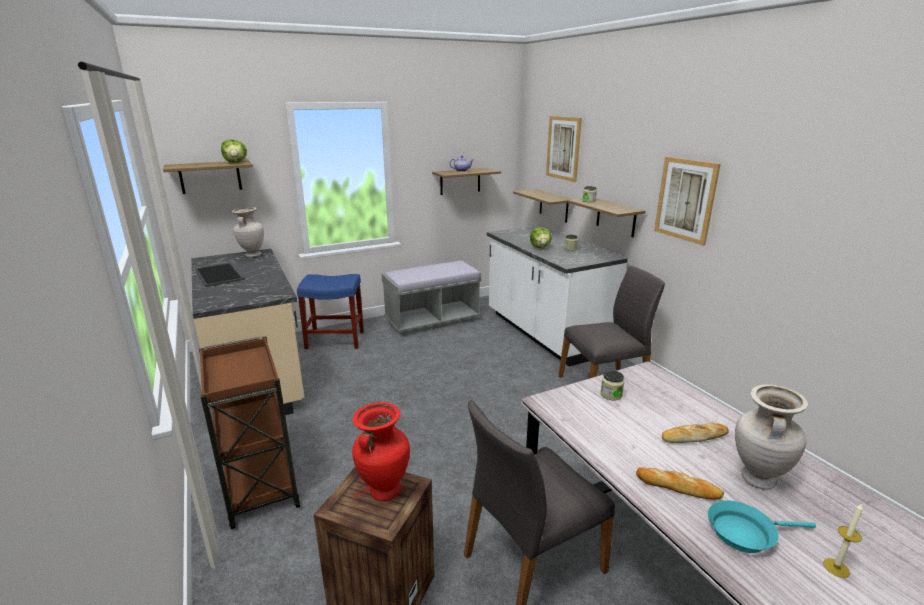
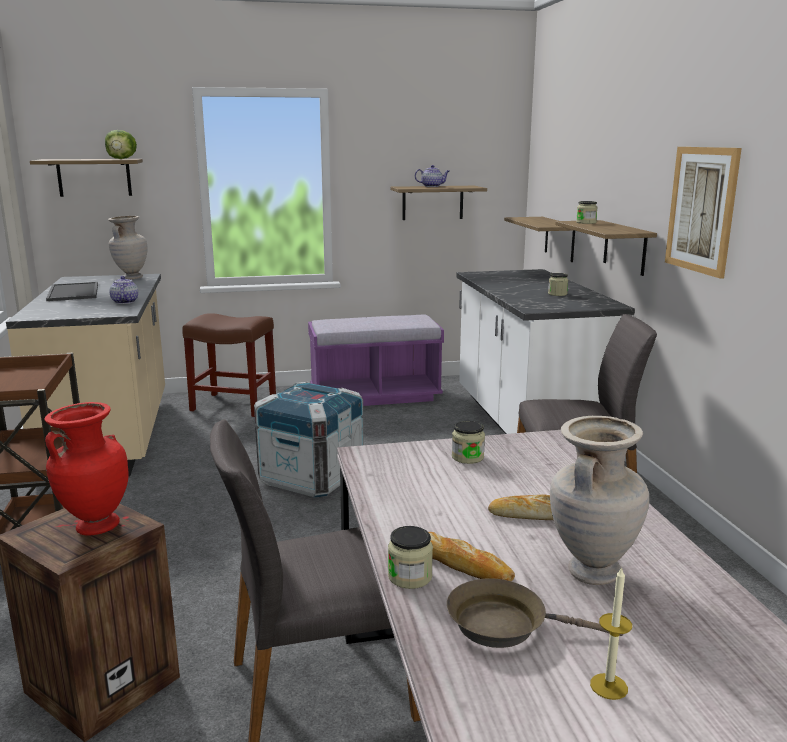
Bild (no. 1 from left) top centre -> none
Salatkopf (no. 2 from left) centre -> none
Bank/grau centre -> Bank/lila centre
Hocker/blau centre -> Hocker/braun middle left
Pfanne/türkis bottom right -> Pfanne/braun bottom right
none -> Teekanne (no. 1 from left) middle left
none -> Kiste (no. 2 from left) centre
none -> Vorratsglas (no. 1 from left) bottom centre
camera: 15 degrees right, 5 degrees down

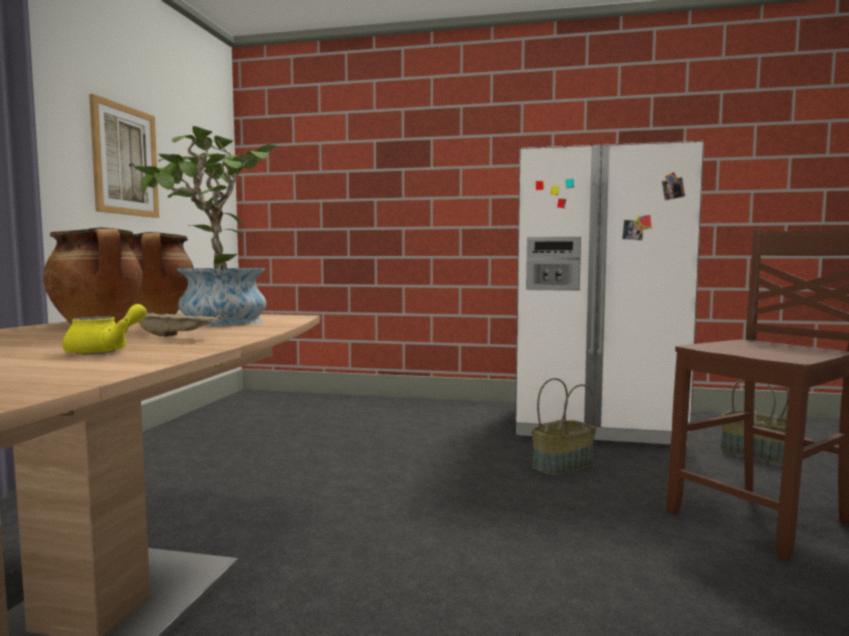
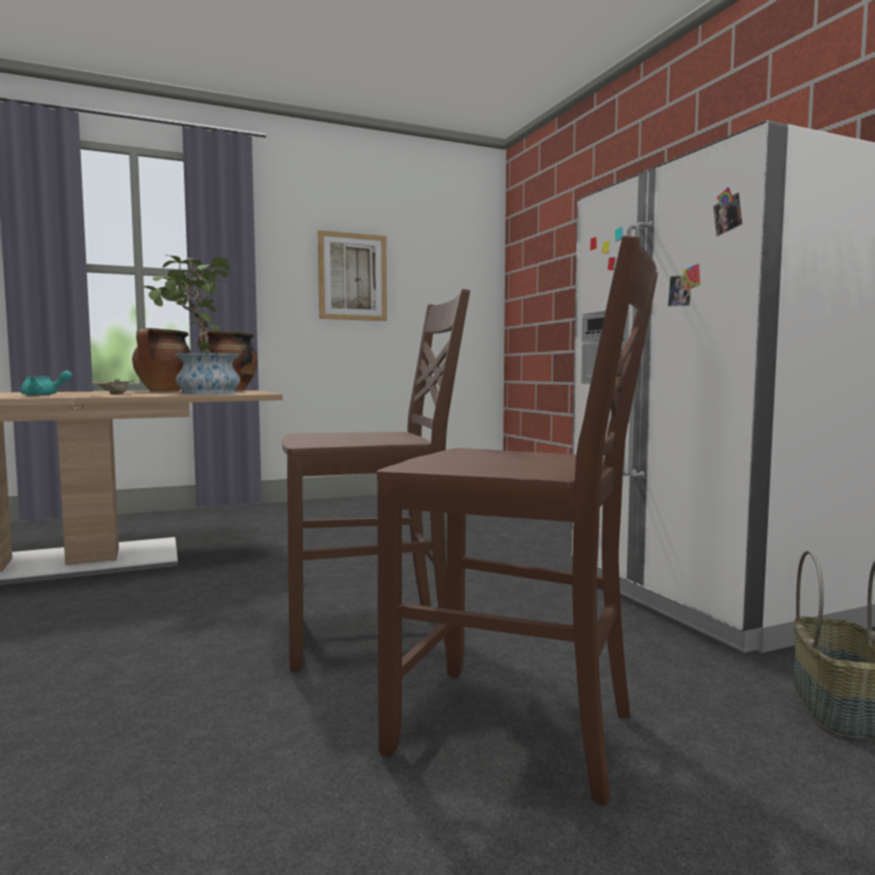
Teekanne/gelb middle left -> Teekanne/türkis middle left
Korb (no. 1 from left) bottom centre -> none
none -> Stuhl/braun (no. 1 from left) centre
camera: 55 degrees right, 0 degrees up

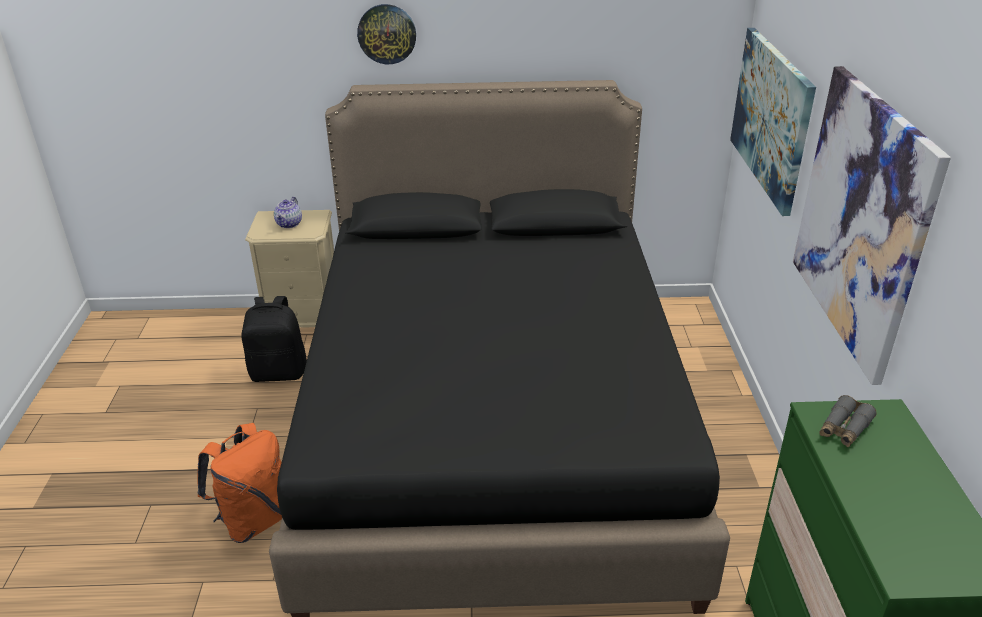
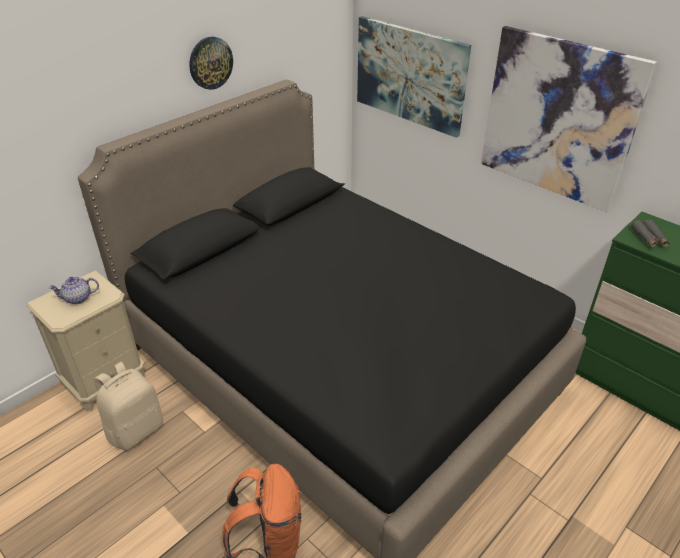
Wanduhr top centre -> Wanduhr top left, shifted
Teekanne middle left, 105 degrees clockwise
Rucksack/schwarz middle left -> Rucksack/beige bottom left
camera: 45 degrees left, 5 degrees up

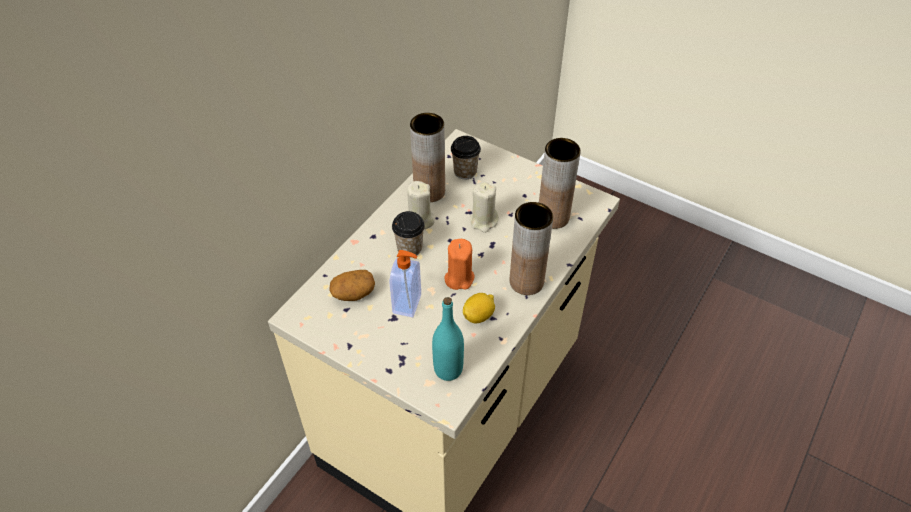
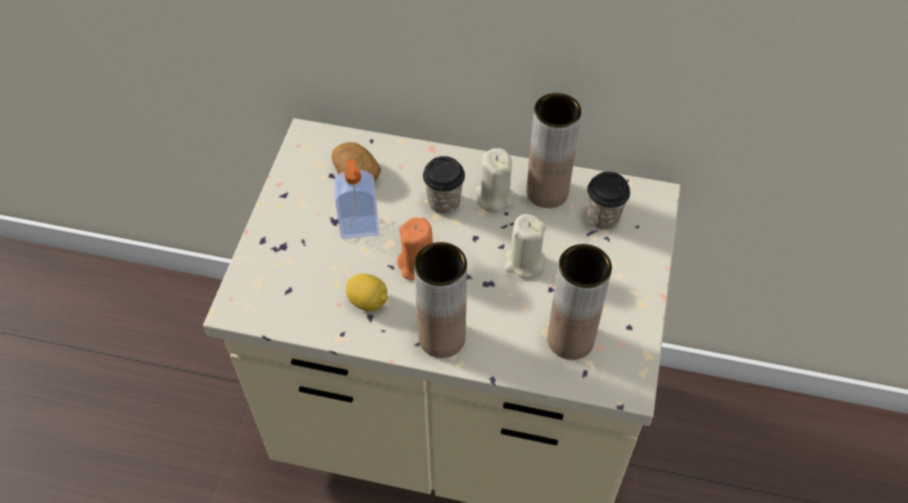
Flasche/türkis centre -> none
camera: 70 degrees right, 5 degrees up

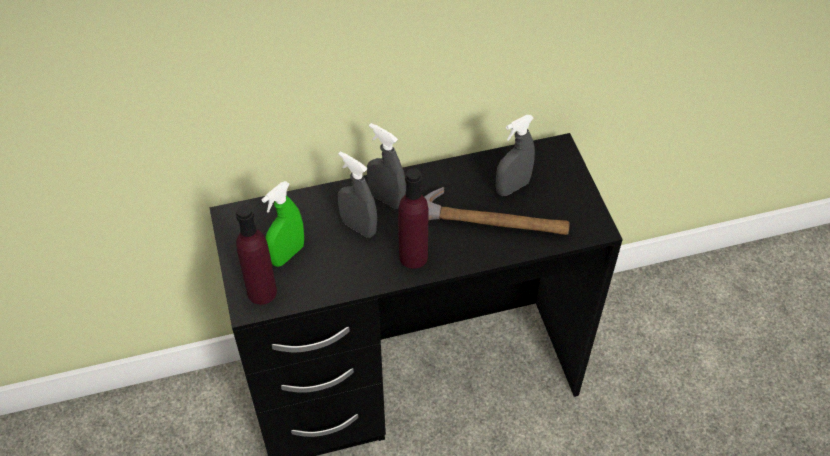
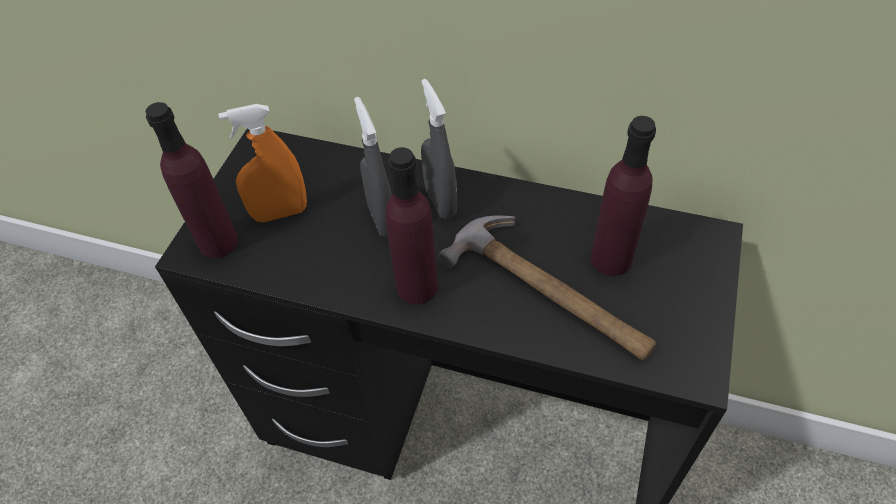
Sprühflasche/grau (no. 3 from left) centre -> Flasche/lila (no. 3 from left) middle right
Sprühflasche/grün centre -> Sprühflasche/orange top left
camera: 35 degrees right, 0 degrees up

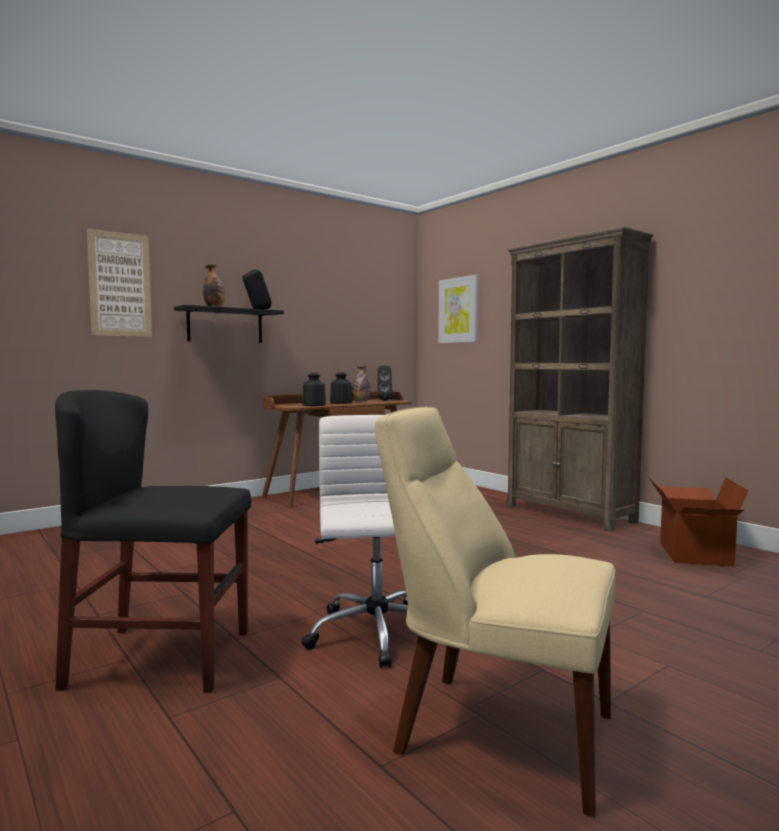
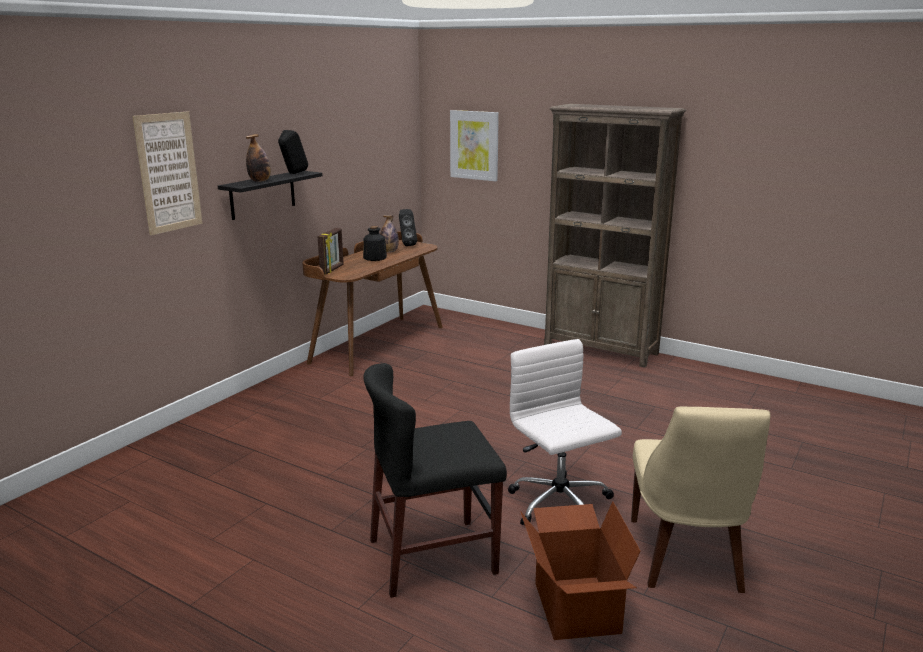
Flasche (no. 2 from left) centre -> none
Stuhl/beige bottom centre -> Stuhl/beige bottom right, 90 degrees counterclockwise
Karton middle right -> Karton bottom centre, shifted
none -> Bilderrahmen centre
camera: 20 degrees left, 15 degrees up

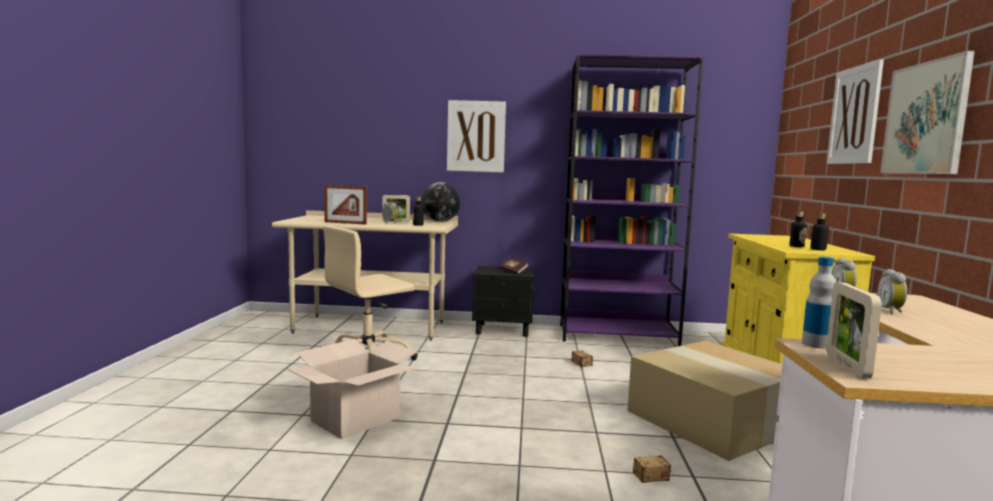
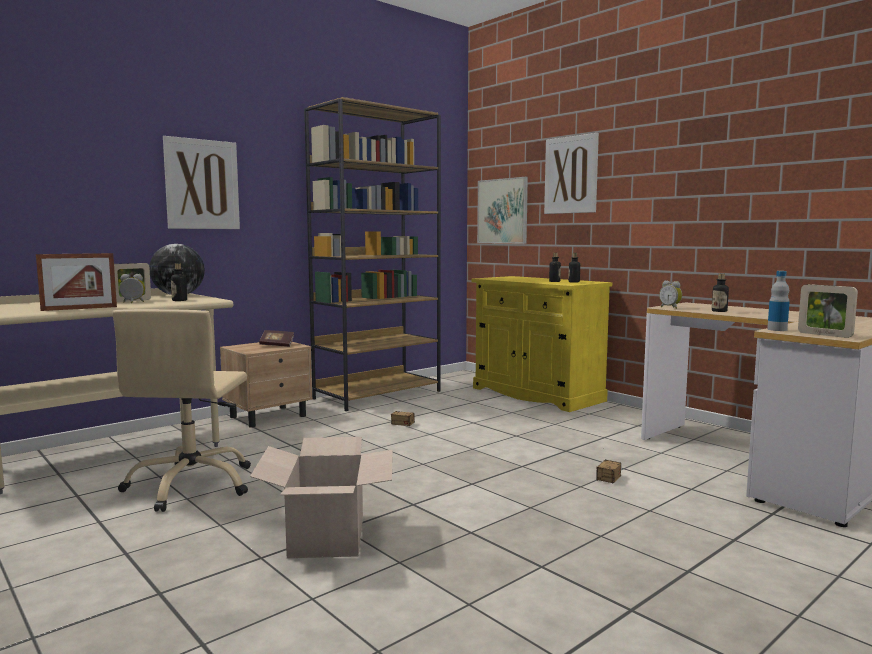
Bild (no. 3 from left in the first image) top right -> Bild (no. 2 from left) top centre, shifted
Bücherregal/lila centre -> Bücherregal/braun centre
Nachttisch/schwarz centre -> Nachttisch/beige middle left
Wecker (no. 3 from left) middle right -> Flasche (no. 4 from left) middle right
Karton (no. 2 from left) bottom right -> none
camera: 45 degrees left, 0 degrees up

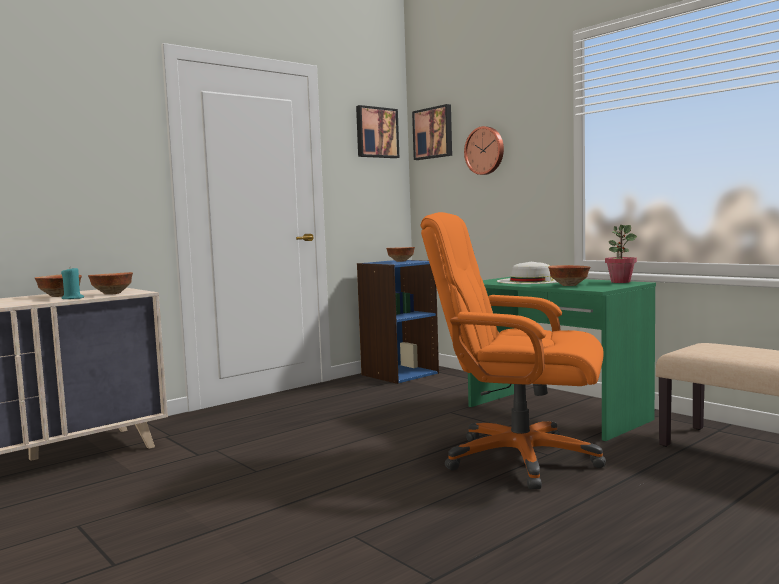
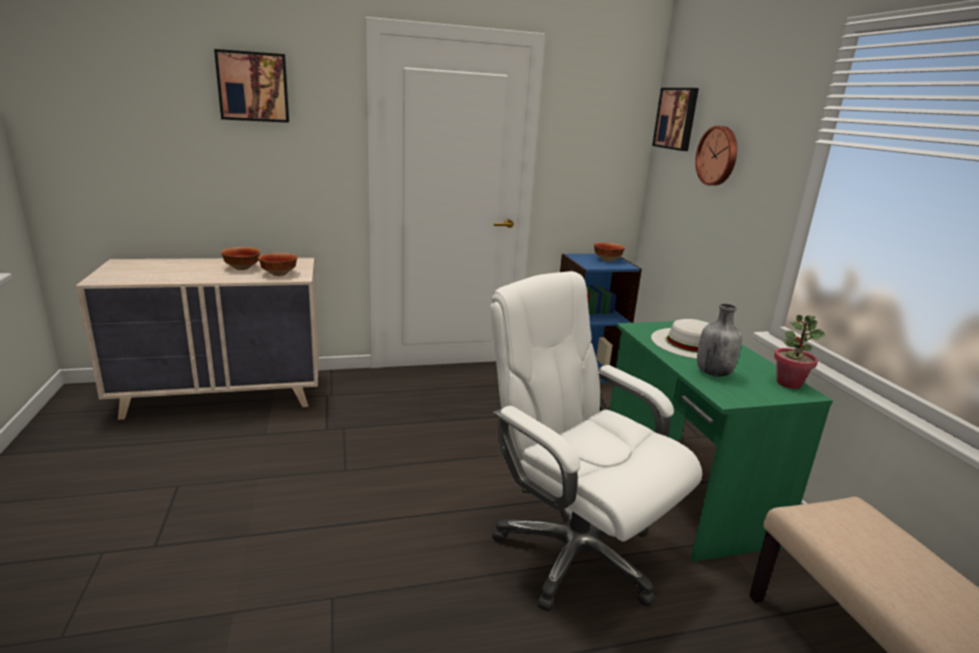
Bild (no. 1 from left) top centre -> Bild (no. 1 from left) top left, shifted
Bürostuhl/orange centre -> Bürostuhl/weiß bottom centre
Schüssel (no. 4 from left) middle right -> Flasche/grau middle right
Kerze/türkis middle left -> none
camera: 25 degrees right, 15 degrees up

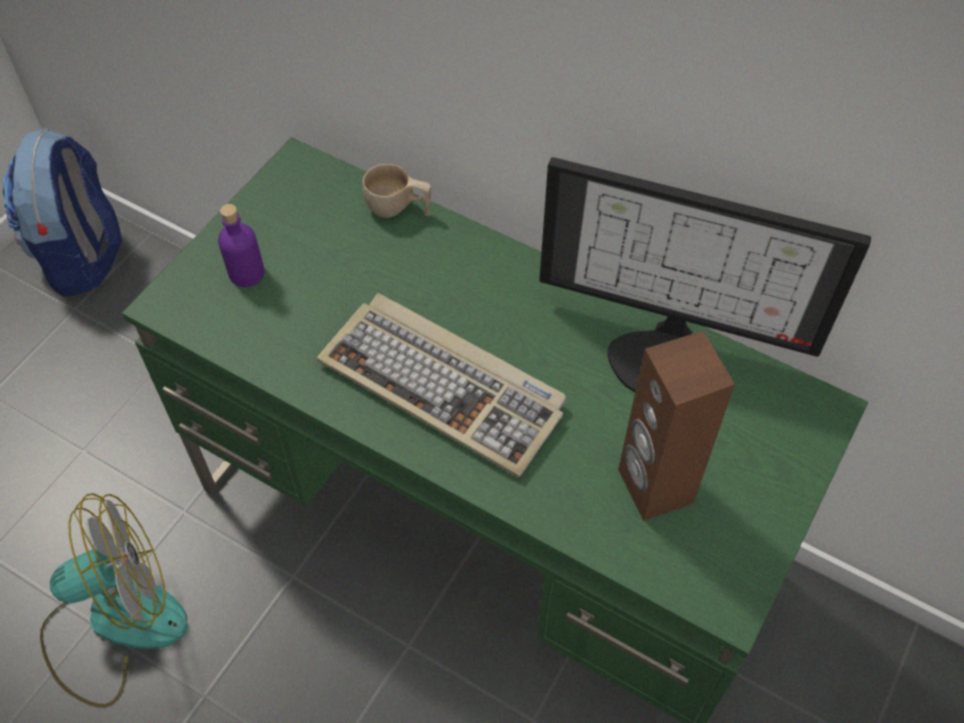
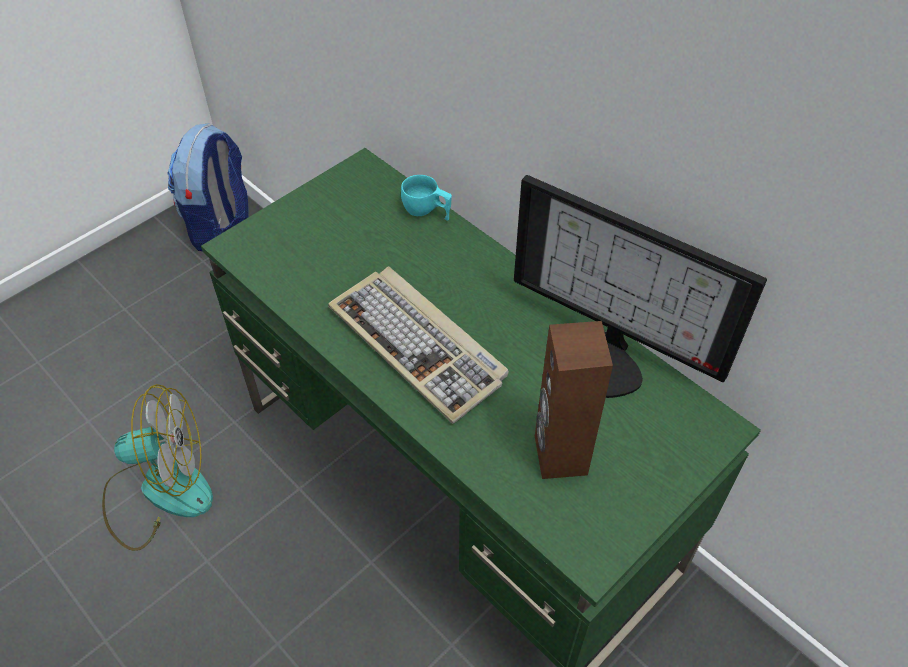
Tasse/beige top centre -> Tasse/türkis top centre
Flasche/lila middle left -> none
camera: 15 degrees right, 5 degrees down

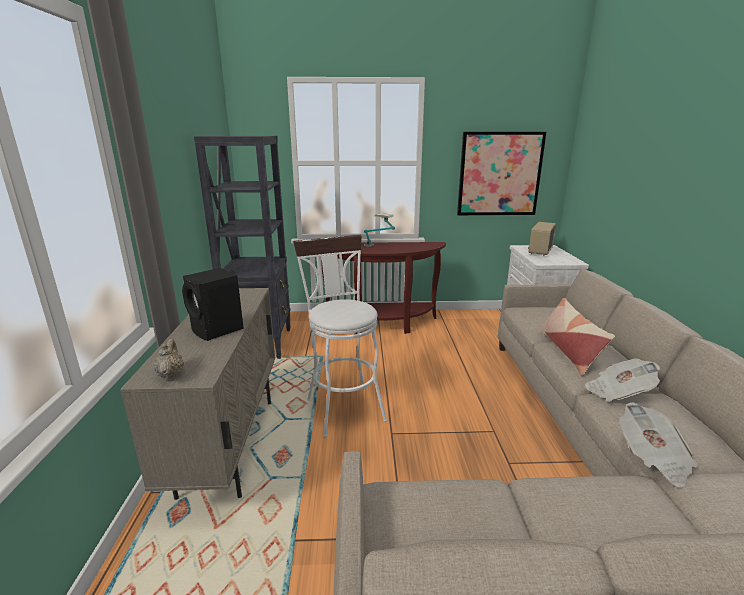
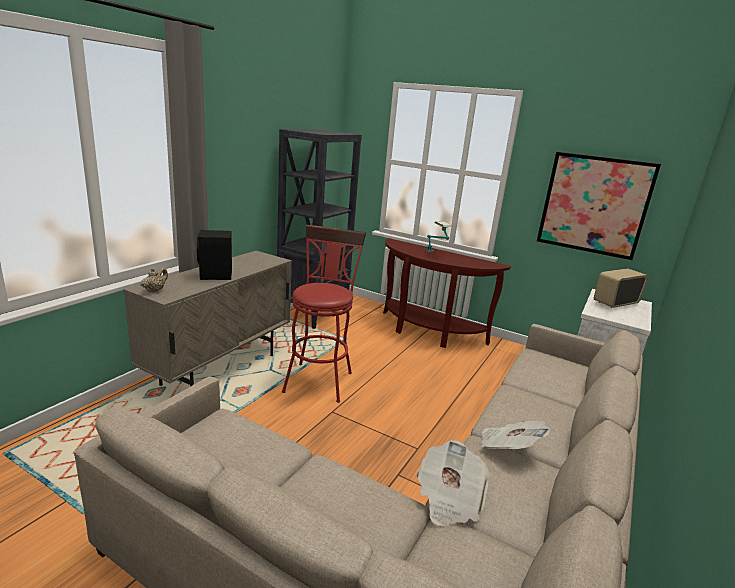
Hocker/weiß centre -> Hocker/rot centre
Kissen middle right -> none
camera: 30 degrees right, 0 degrees up

